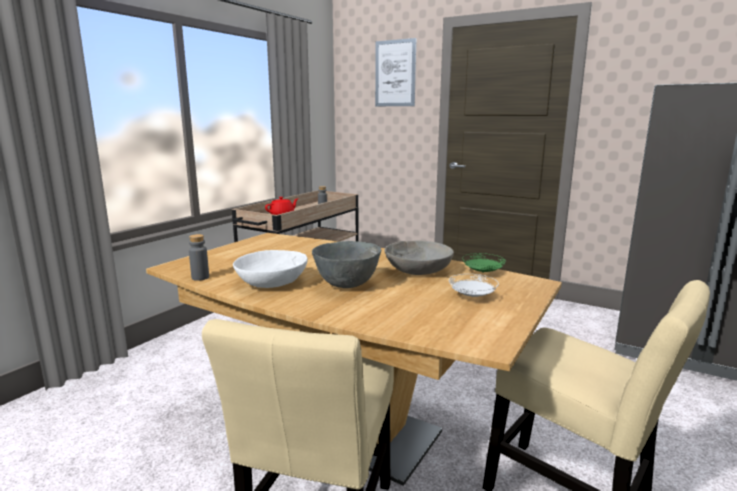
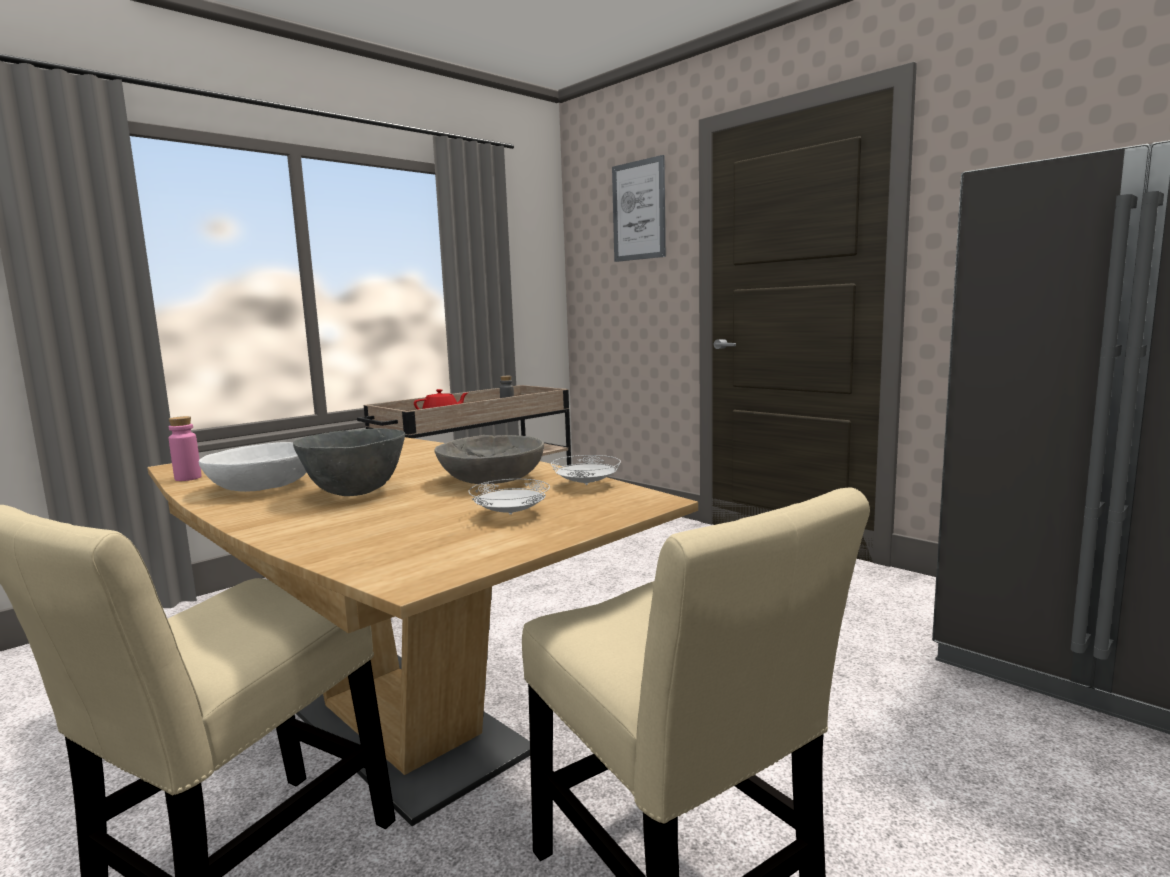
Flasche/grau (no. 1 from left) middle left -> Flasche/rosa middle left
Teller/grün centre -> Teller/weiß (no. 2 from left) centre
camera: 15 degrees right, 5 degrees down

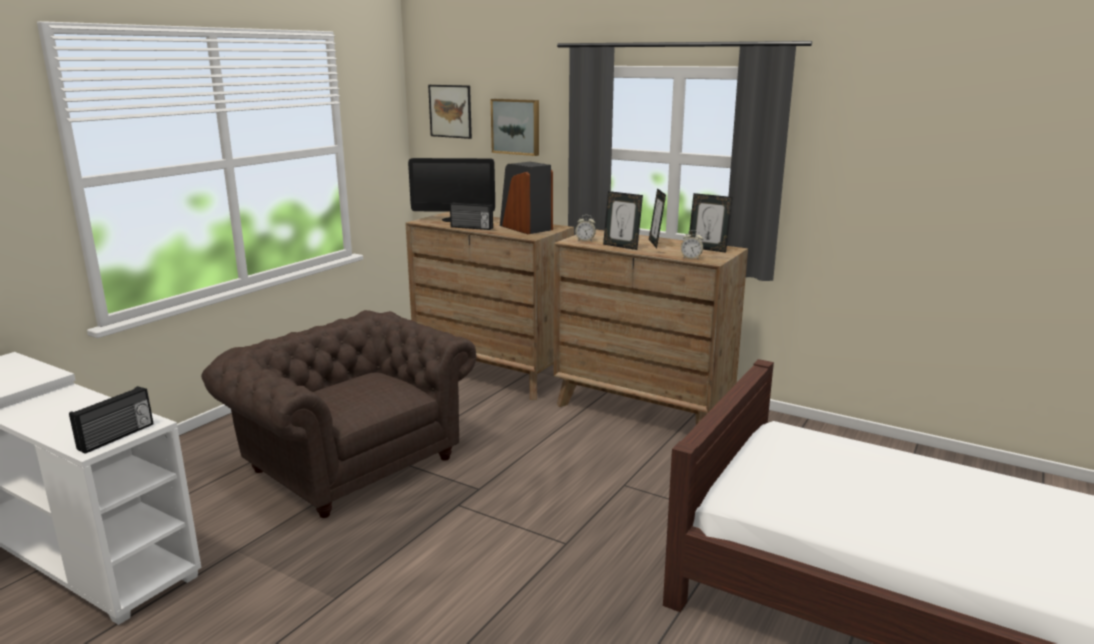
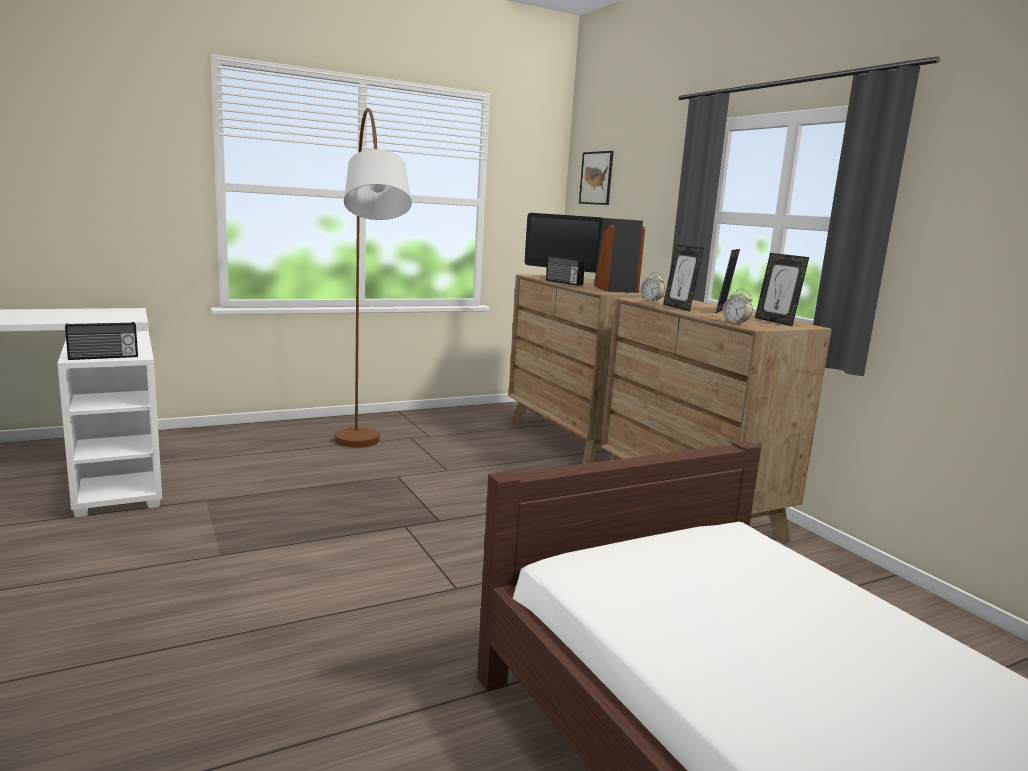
Bild (no. 2 from left) top centre -> none
Sessel/braun middle left -> Stehlampe/braun centre
camera: 30 degrees right, 5 degrees down

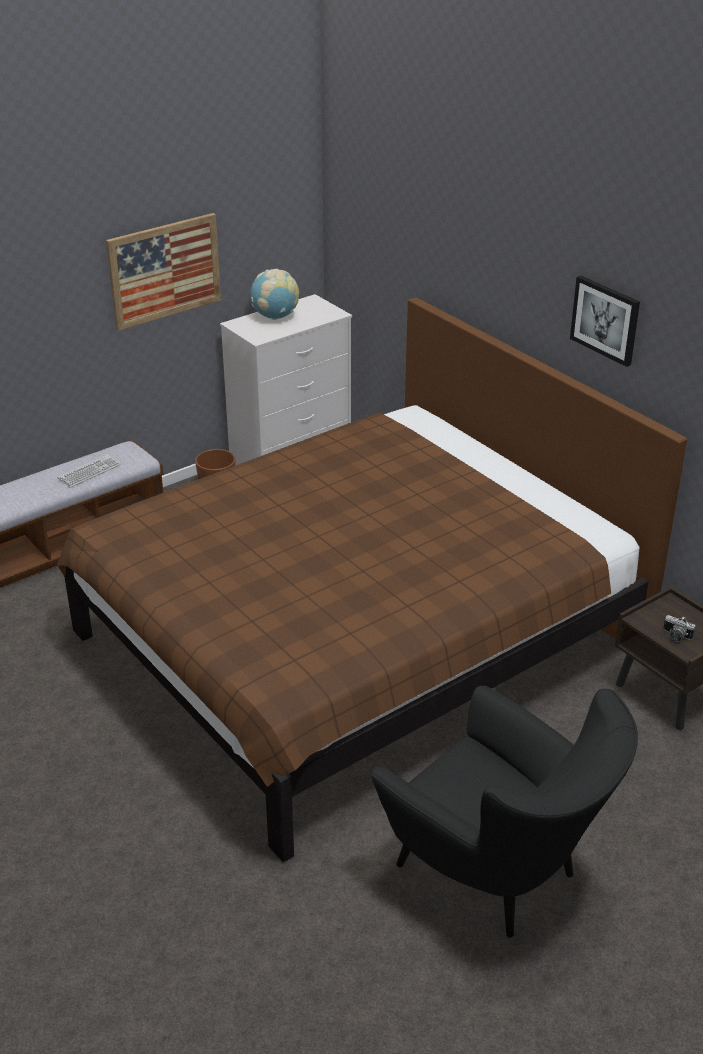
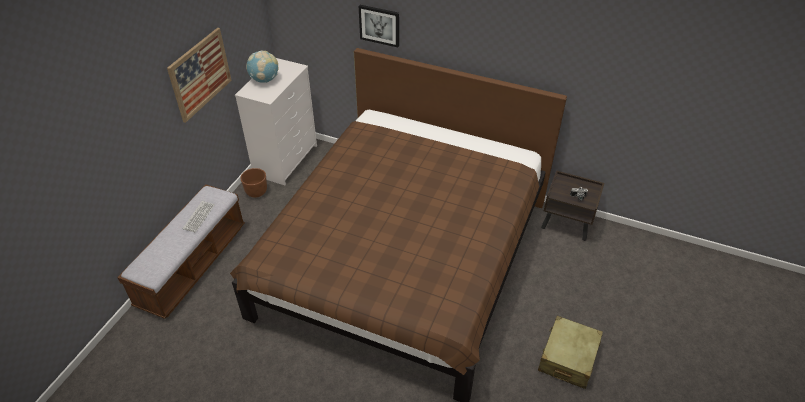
Bild (no. 2 from left) top right -> Bild (no. 2 from left) top centre, shifted
Sessel/schwarz bottom right -> Koffer/beige bottom right
camera: 30 degrees left, 10 degrees up

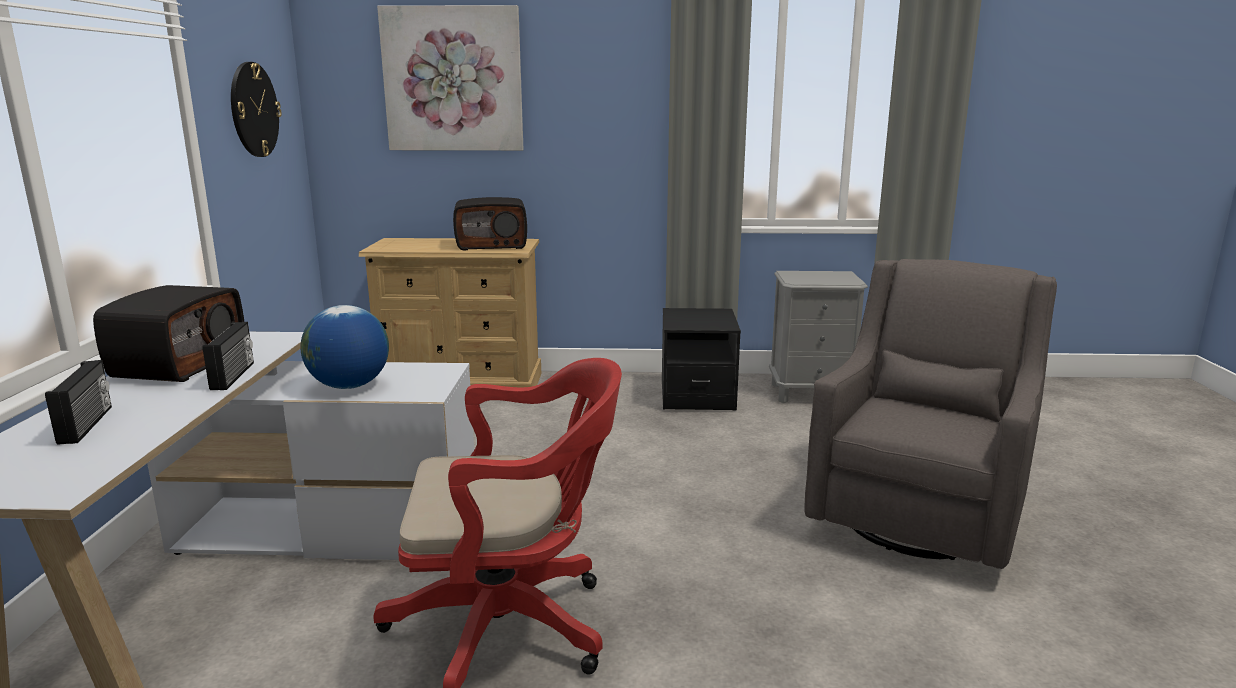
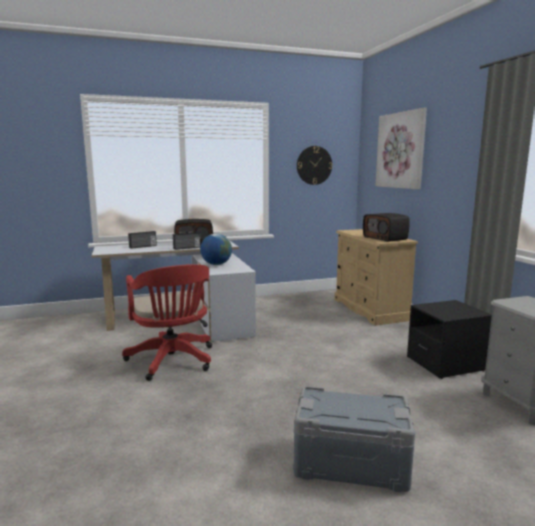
Sessel/grau middle right -> Aufbewahrungsbox/grau bottom centre
camera: 70 degrees right, 5 degrees down

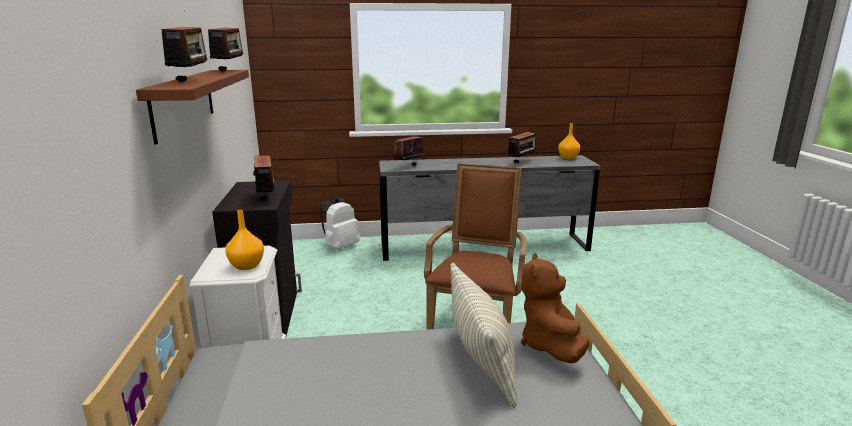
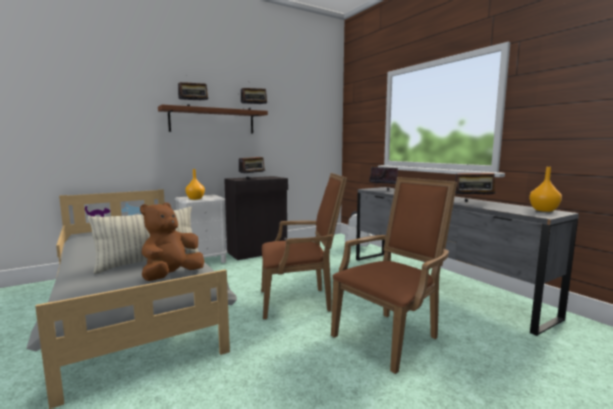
Plüschtier/braun bottom centre -> Plüschtier/braun middle left, 45 degrees counterclockwise
none -> Sessel/braun (no. 2 from left) bottom centre
camera: 65 degrees right, 10 degrees down

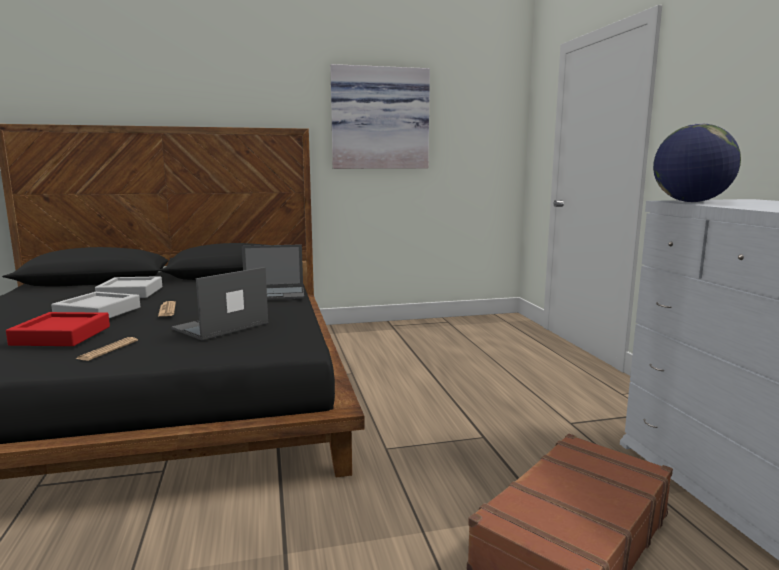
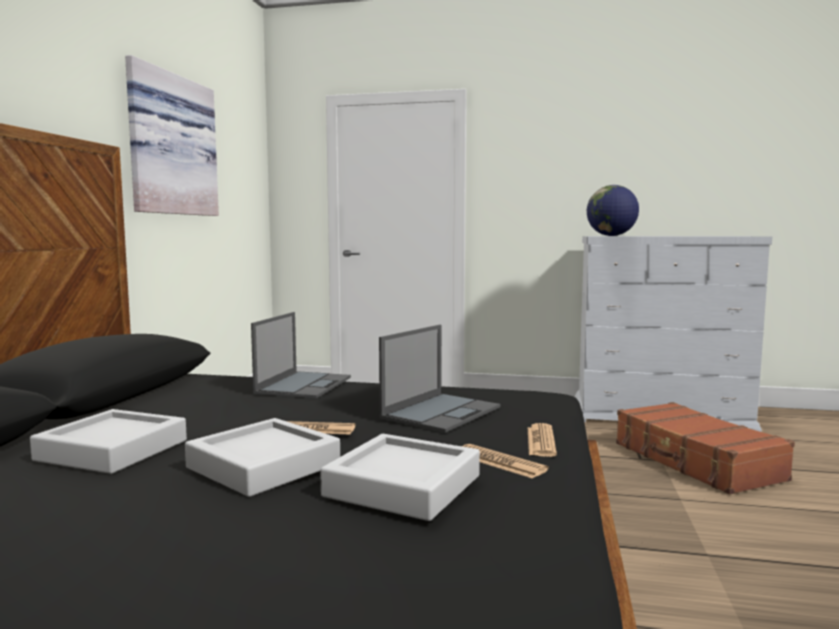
Laptop (no. 1 from left in the first image) middle left -> Laptop (no. 2 from left) centre, 120 degrees counterclockwise
Tablett/rot middle left -> Tablett/grau (no. 3 from left) bottom centre
none -> Zeitung (no. 3 from left) bottom centre
camera: 65 degrees left, 5 degrees down

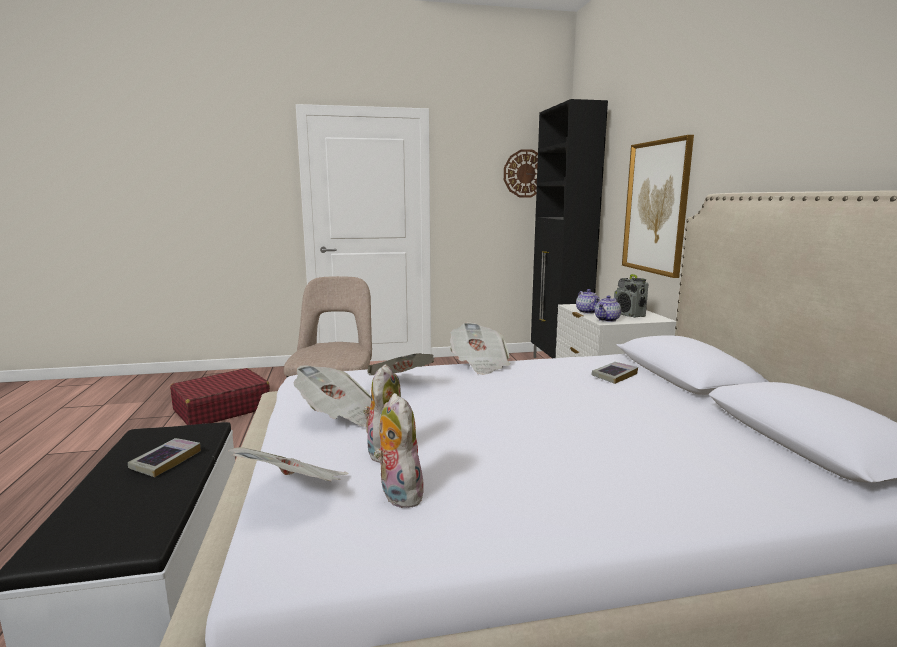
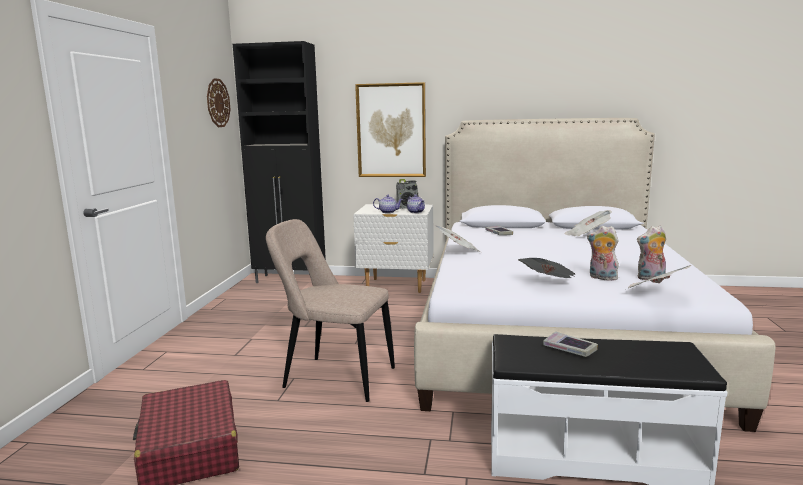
Zeitung (no. 3 from left) centre -> Zeitung (no. 3 from left) middle right, shifted
camera: 70 degrees left, 0 degrees up

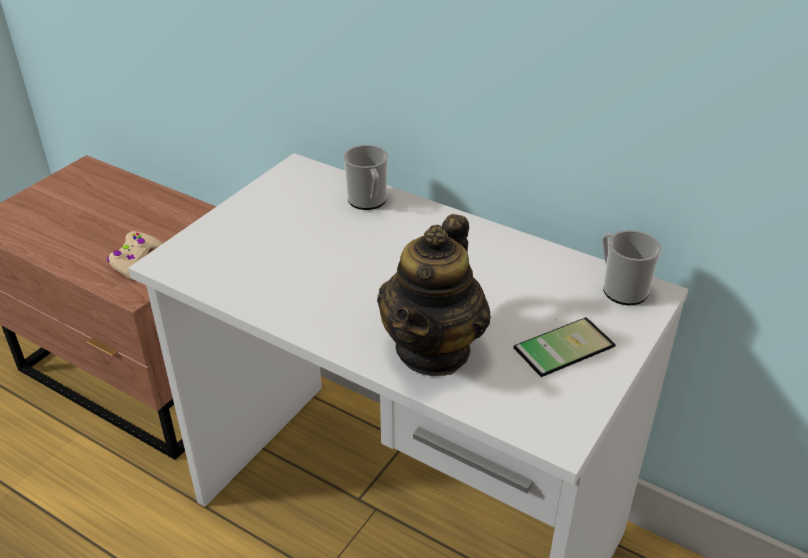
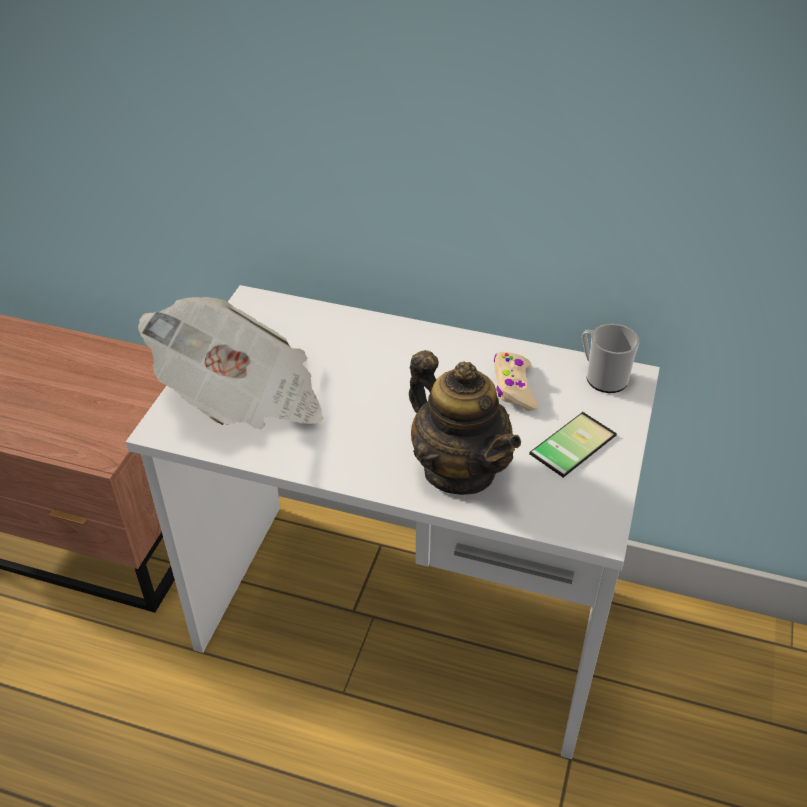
Henkelbecher (no. 1 from left) top centre -> none
Teekanne centre, 45 degrees counterclockwise
Gamepad/beige middle left -> Gamepad/beige centre, shifted
none -> Zeitung middle left
camera: 15 degrees left, 5 degrees up

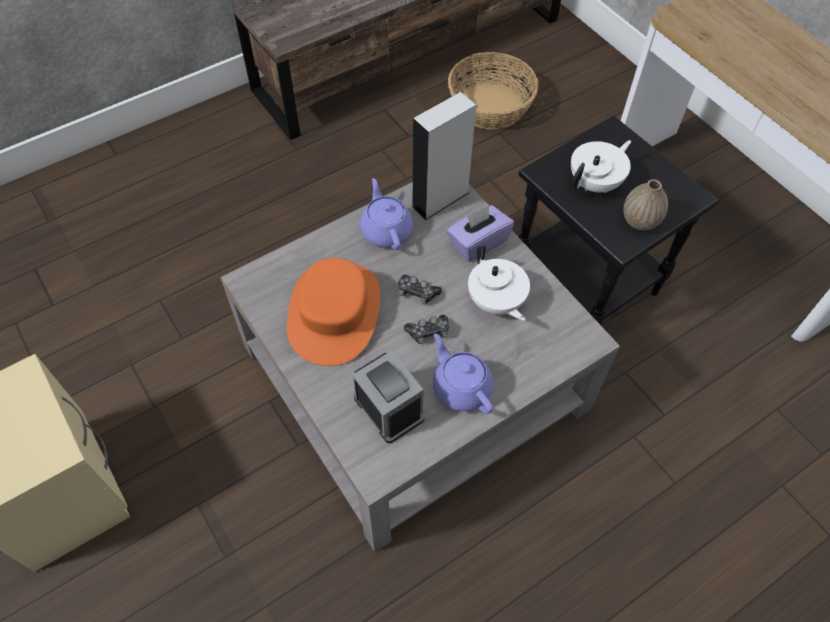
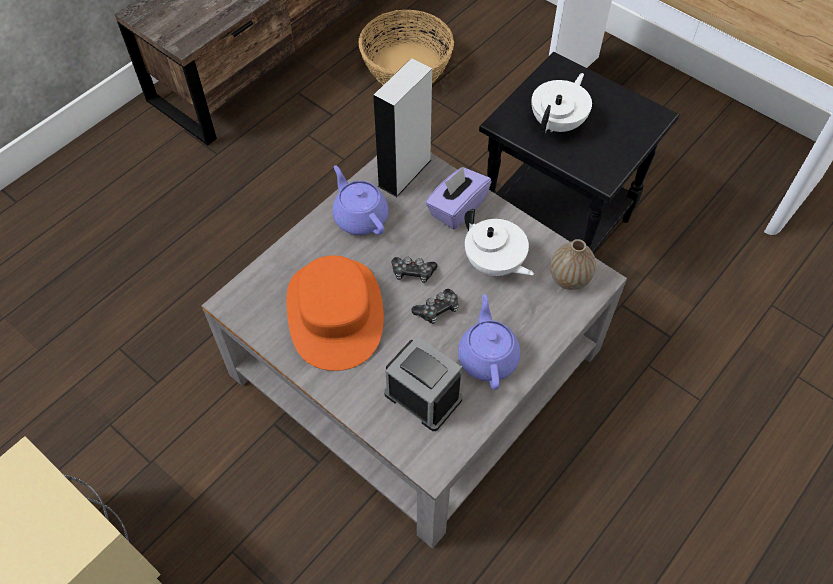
Vase top right -> Vase middle right, shifted
Teekanne/lila (no. 2 from left) centre, 45 degrees clockwise
camera: 15 degrees left, 0 degrees up

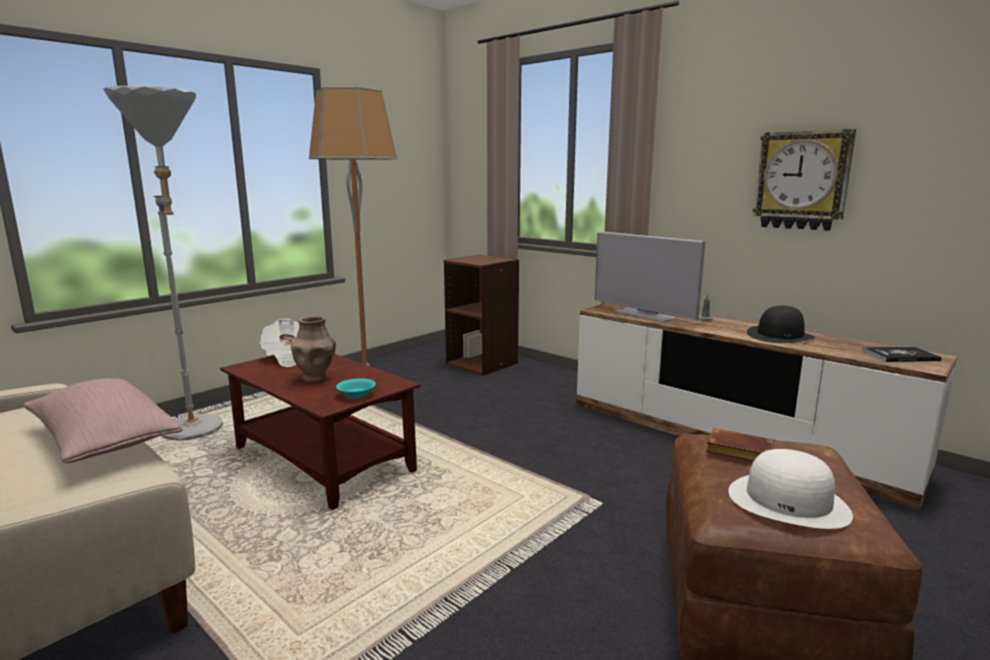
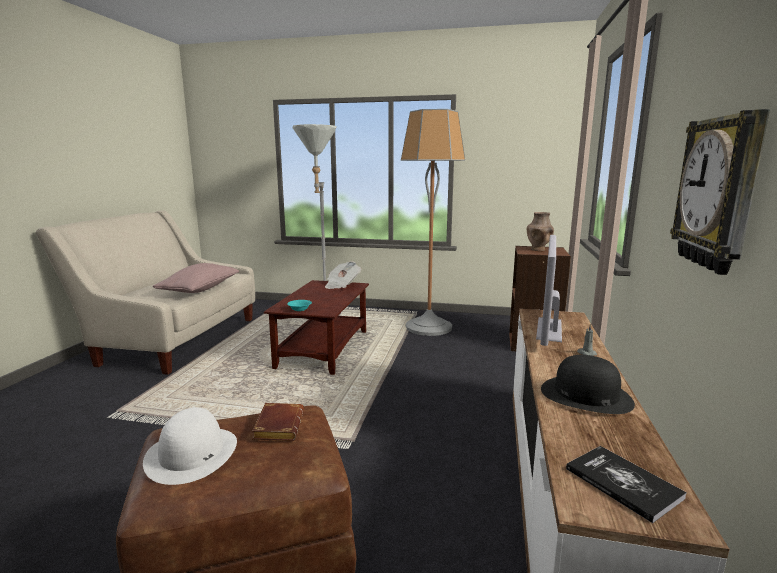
Vase/braun middle left -> Vase/braun middle right, shifted
camera: 60 degrees right, 0 degrees up

